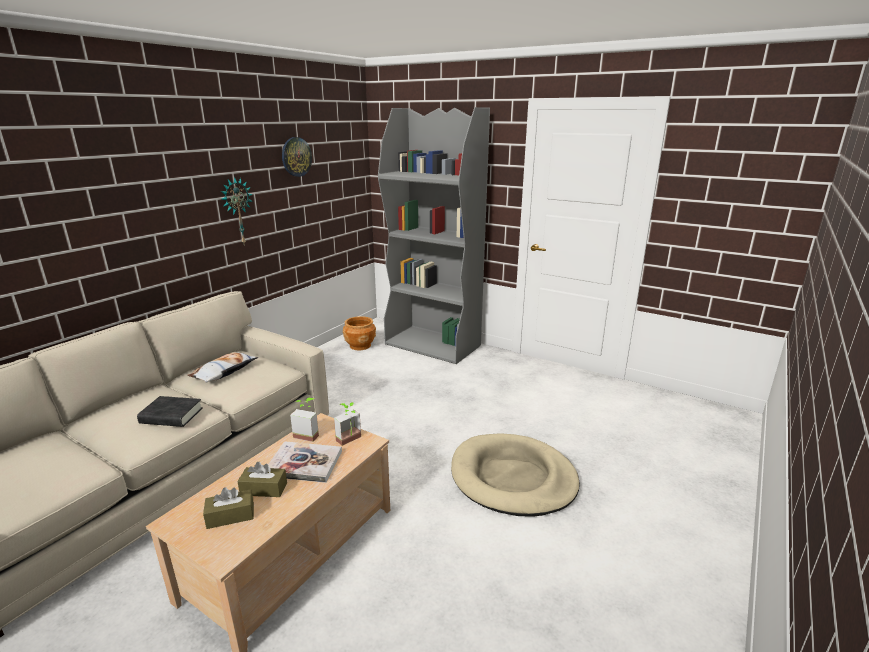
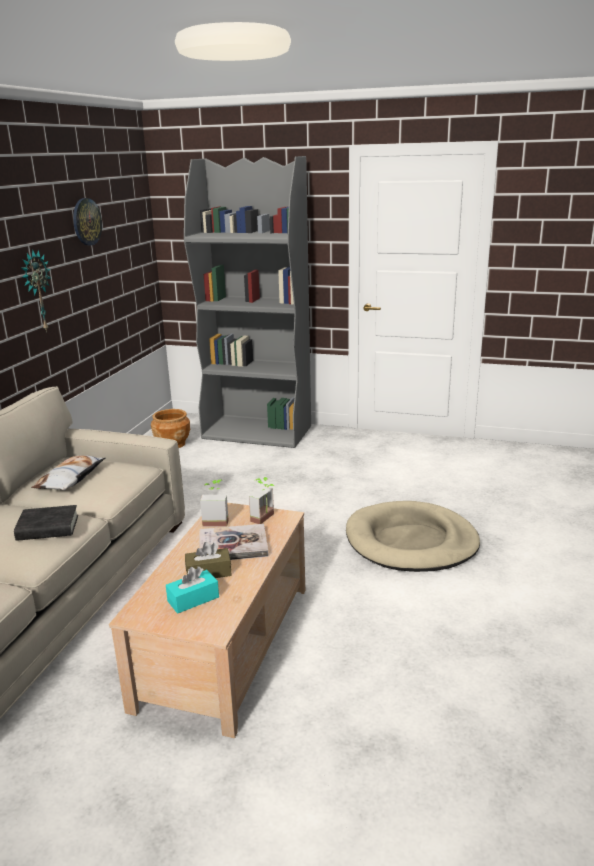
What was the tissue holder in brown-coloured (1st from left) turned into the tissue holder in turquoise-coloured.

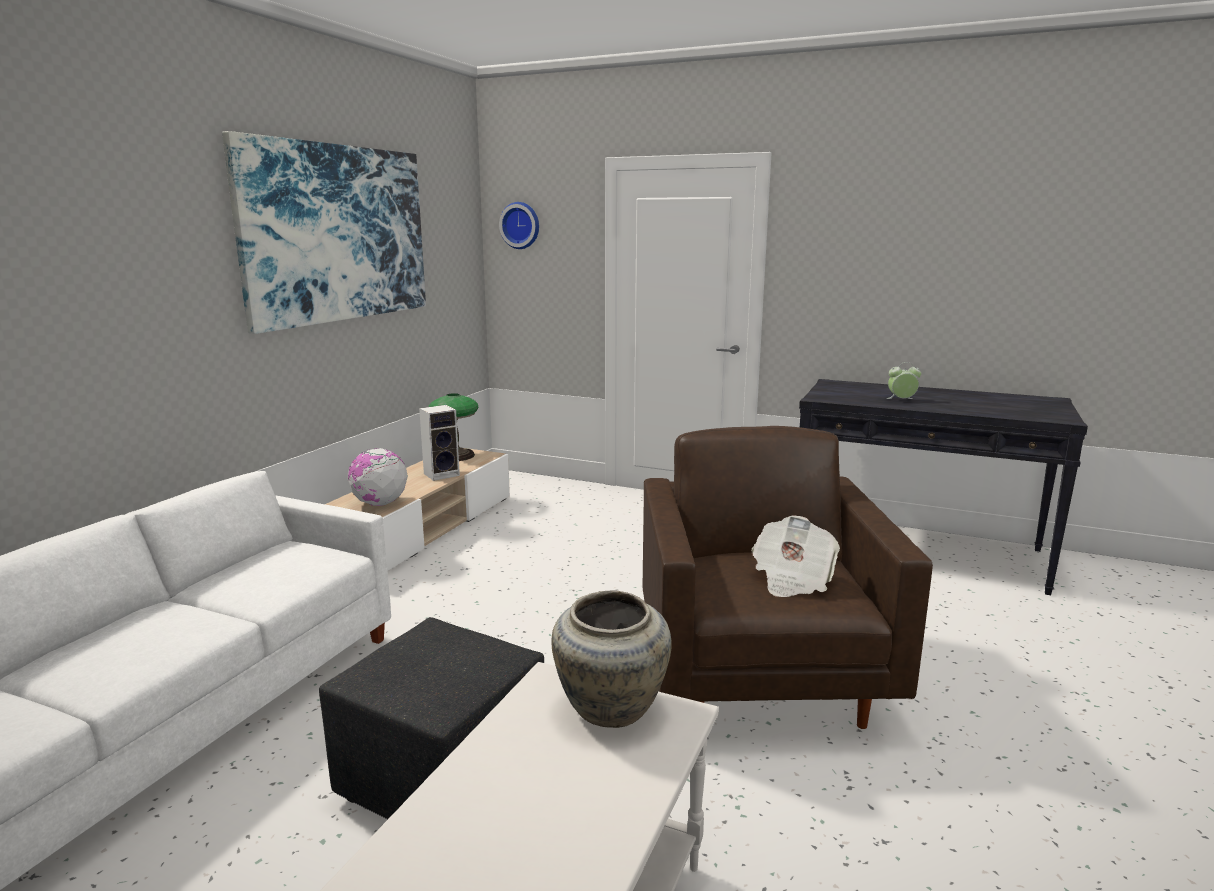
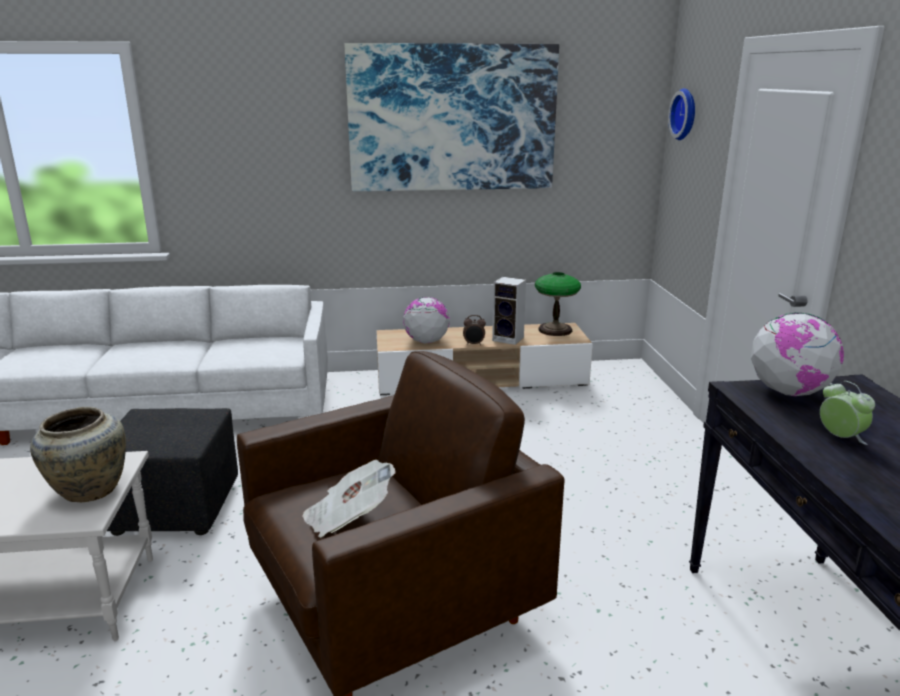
The second view gained the globe (2nd from left).
The second view gained the table clock (1st from left).

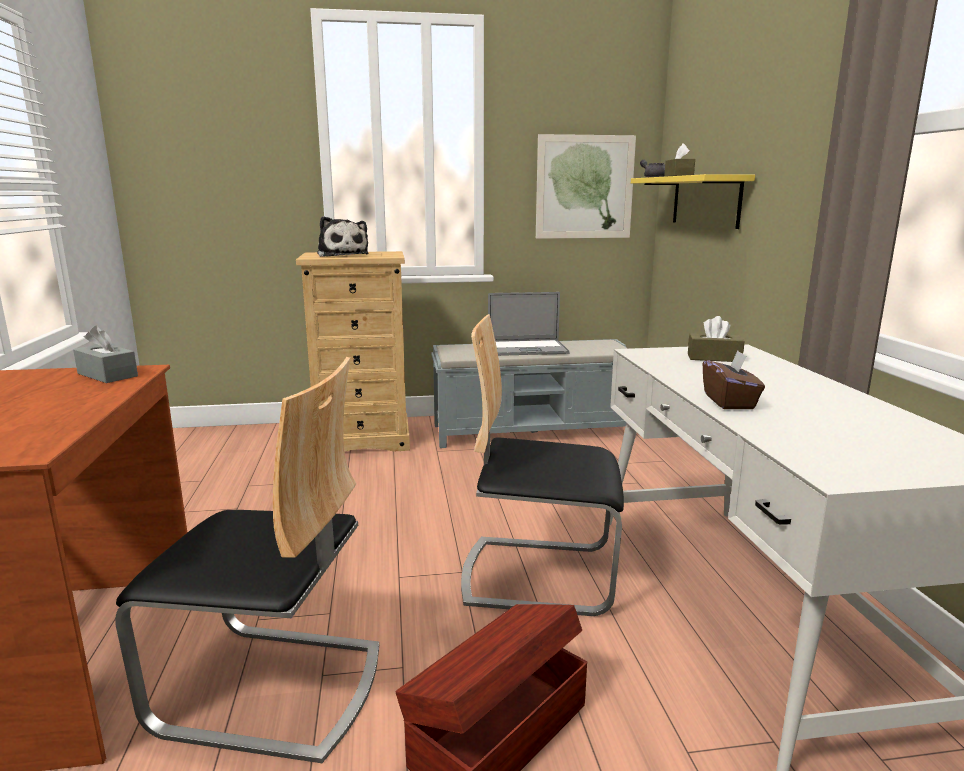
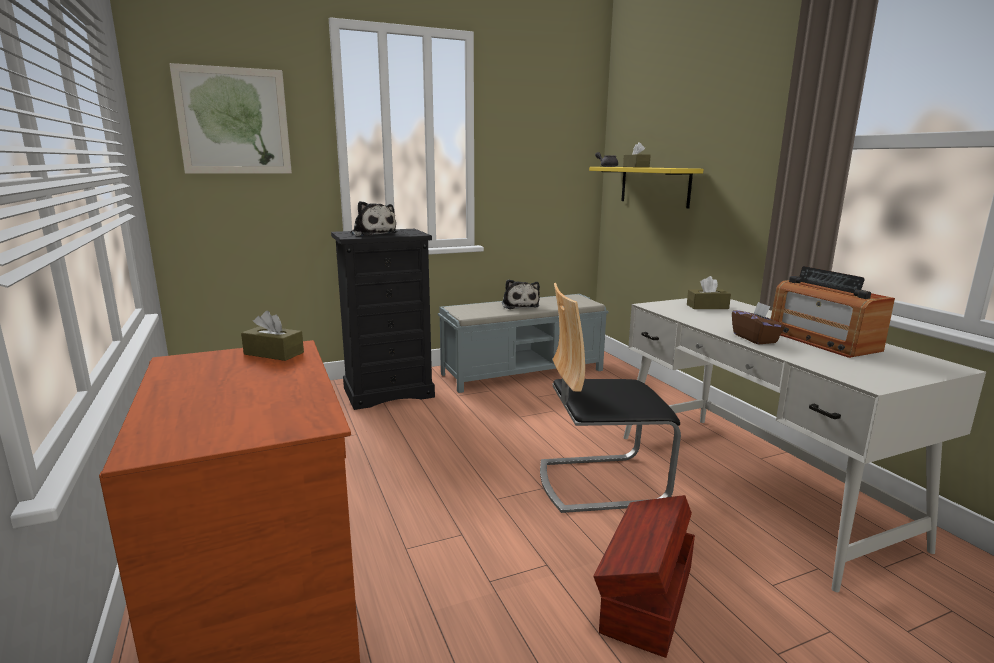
The wall art ended up elsewhere.
What was the chest of drawers in beige turned into the chest of drawers in black-coloured.
Where the laptop stood, the cuddly toy (2nd from left) came to stand.
What was the tissue holder in gray turned into the tissue holder in brown-coloured (1st from left).
The second view lost the plain chair (1st from left).
The second view gained the radio receiver.

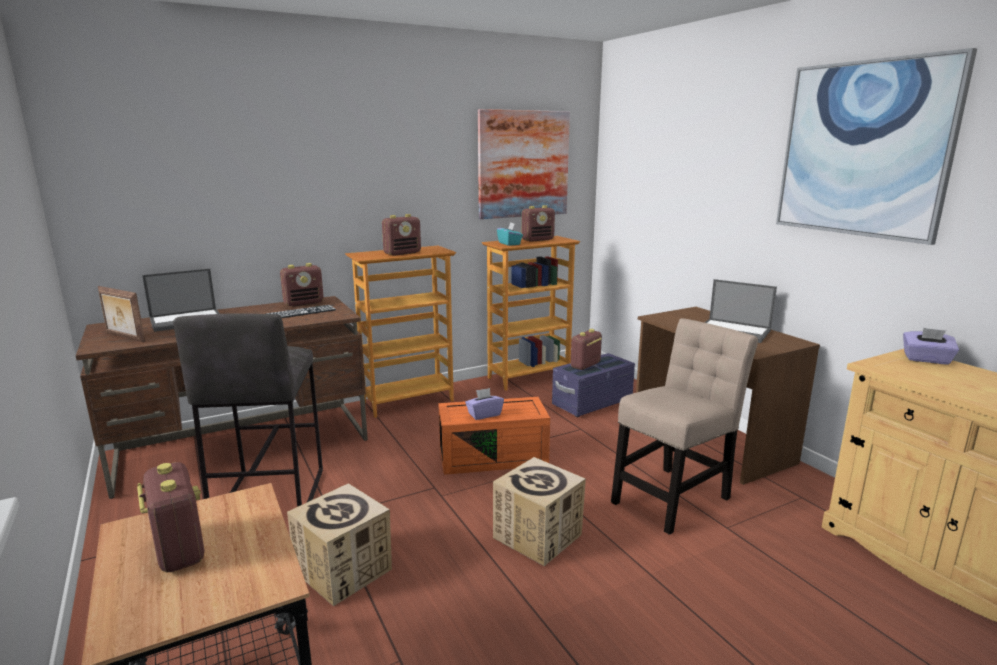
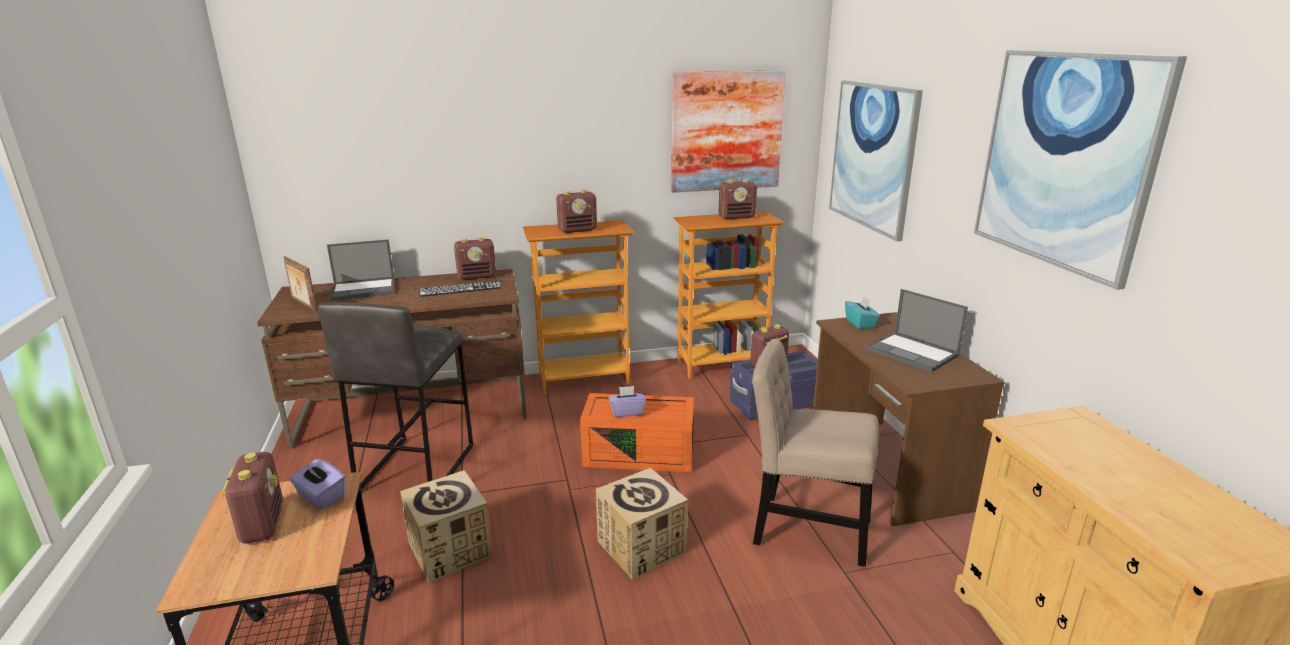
The tissue holder in turquoise-coloured ended up elsewhere.
The plain chair in beige ended up facing another way, 135 degrees counterclockwise from before.
The tissue holder in purple (2nd from left in the first image) ended up elsewhere.
The second view gained the wall art (2nd from left).

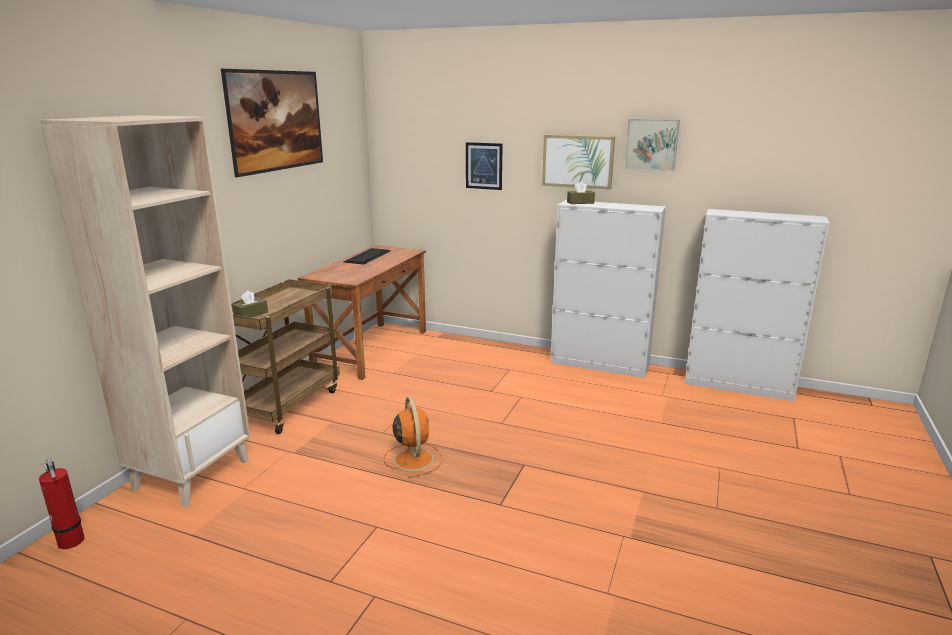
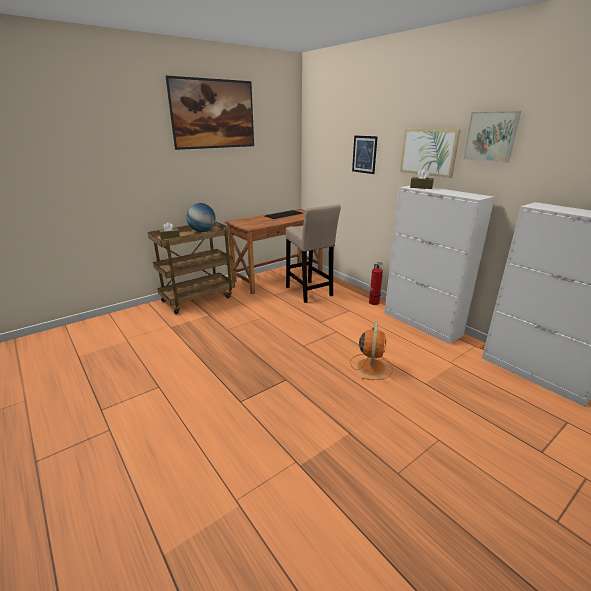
The second view lost the shelving unit in beige.
The cooling fan in orangey ended up elsewhere.
The extinguisher ended up elsewhere.
The second view gained the globe.
The second view gained the sitting stool in beige.

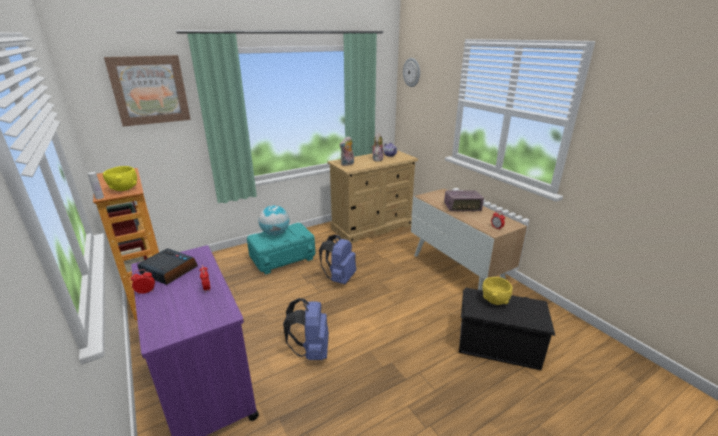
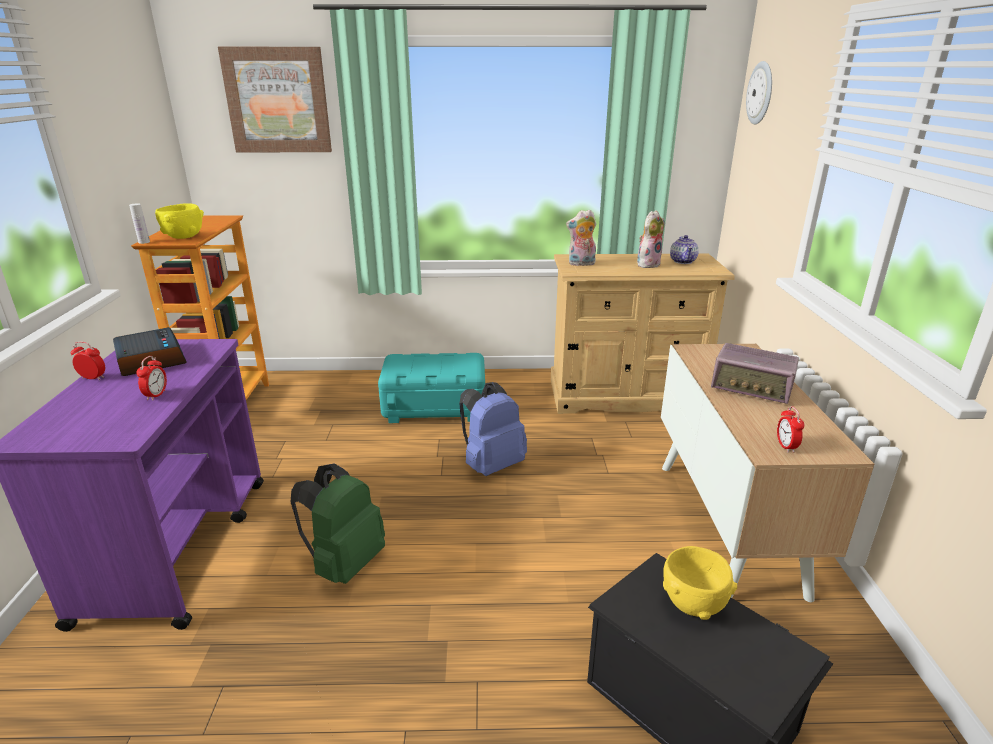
The second view lost the globe.
What was the backpack in blue (1st from left) turned into the backpack in green.

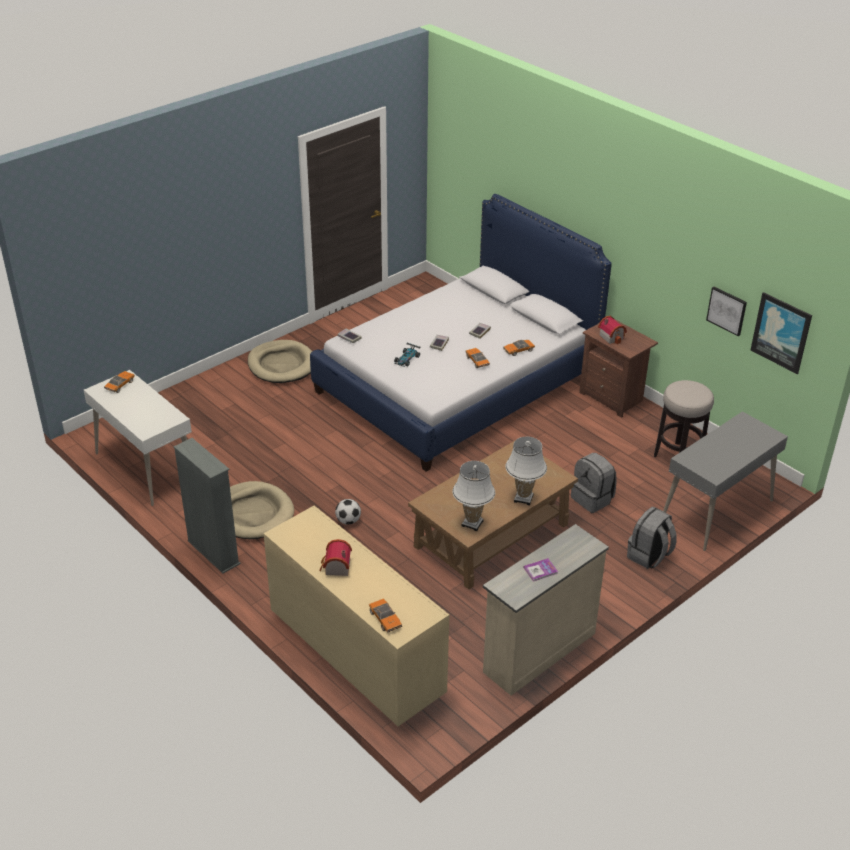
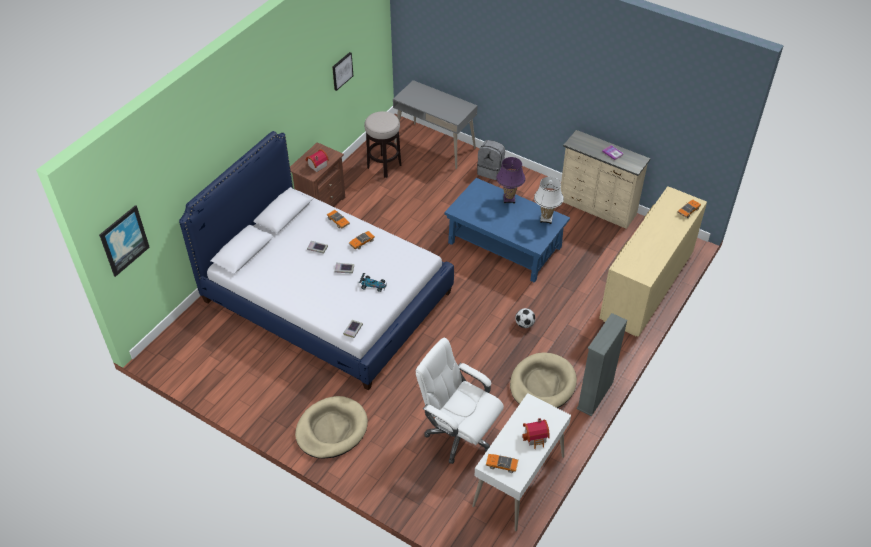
The wall art (2nd from left in the first image) ended up elsewhere.
What was the tabletop lamp in white-coloured (2nd from left) turned into the tabletop lamp in purple.
What was the low table in brown-coloured turned into the low table in blue.
The second view lost the backpack in gray (1st from left).
The miniature house (1st from left in the first image) ended up elsewhere.
The second view gained the desk chair in white-coloured.

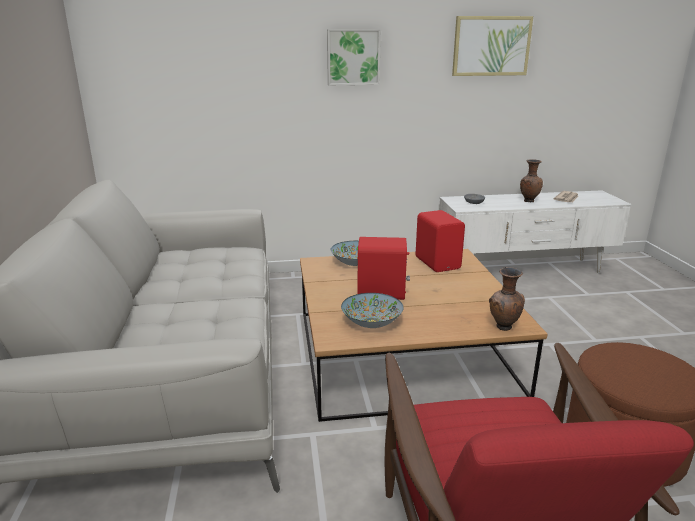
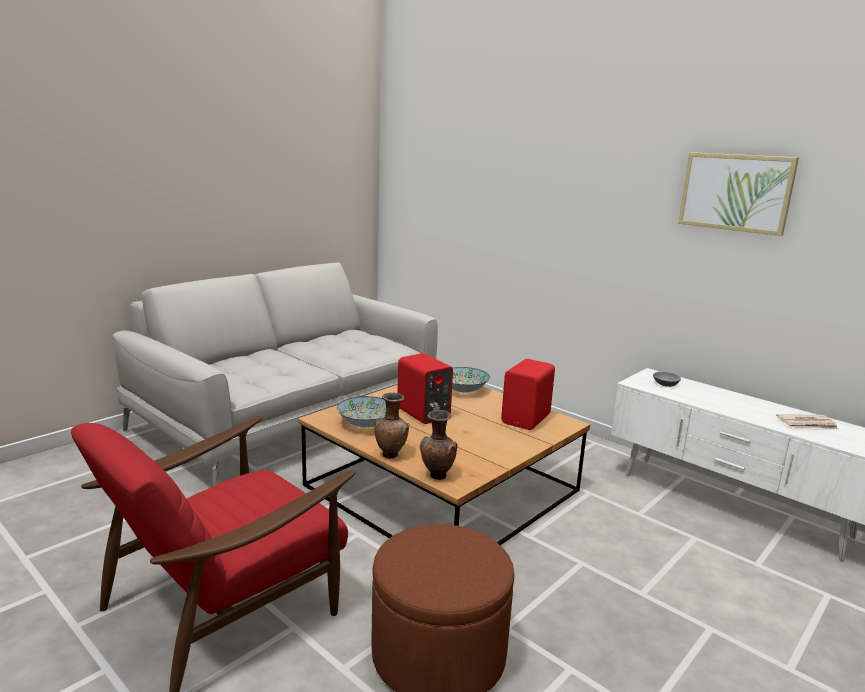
The second view lost the wall art (1st from left).
The flower vase in brown-coloured (2nd from left in the first image) ended up elsewhere.

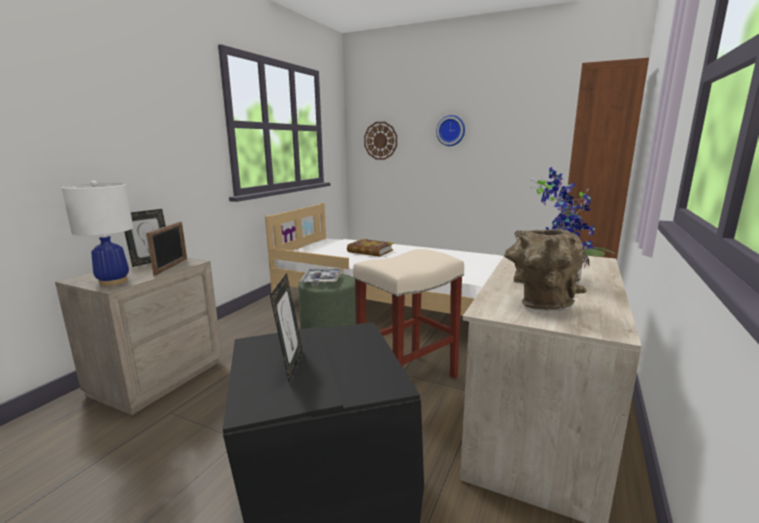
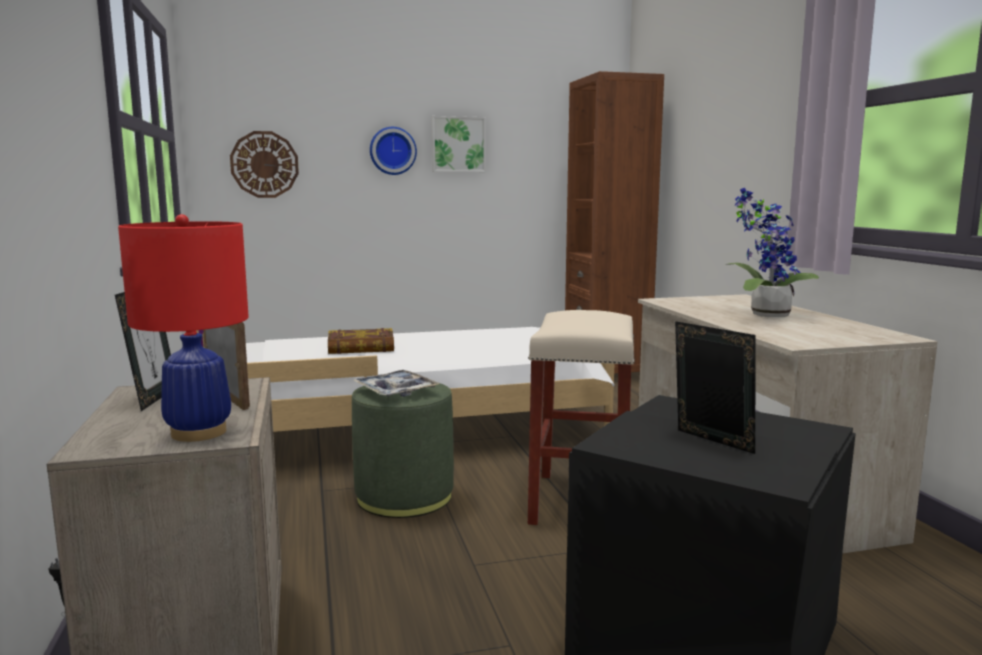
What was the tabletop lamp in white-coloured turned into the tabletop lamp in red.
The second view lost the flower vase in brown-coloured.
The second view gained the wall art.

